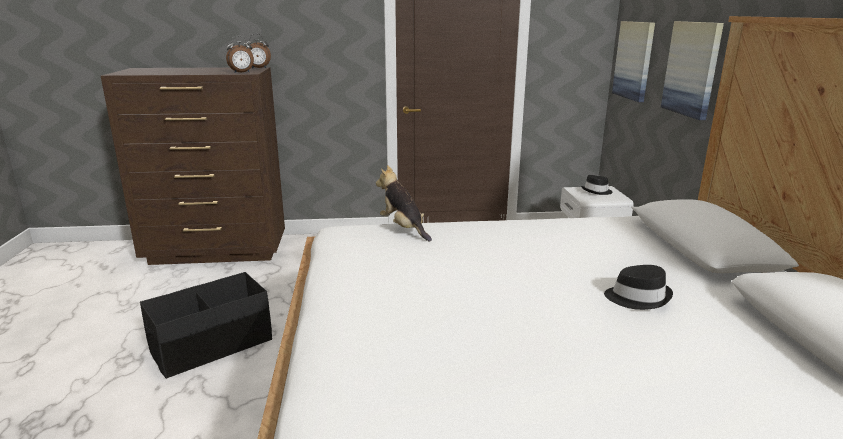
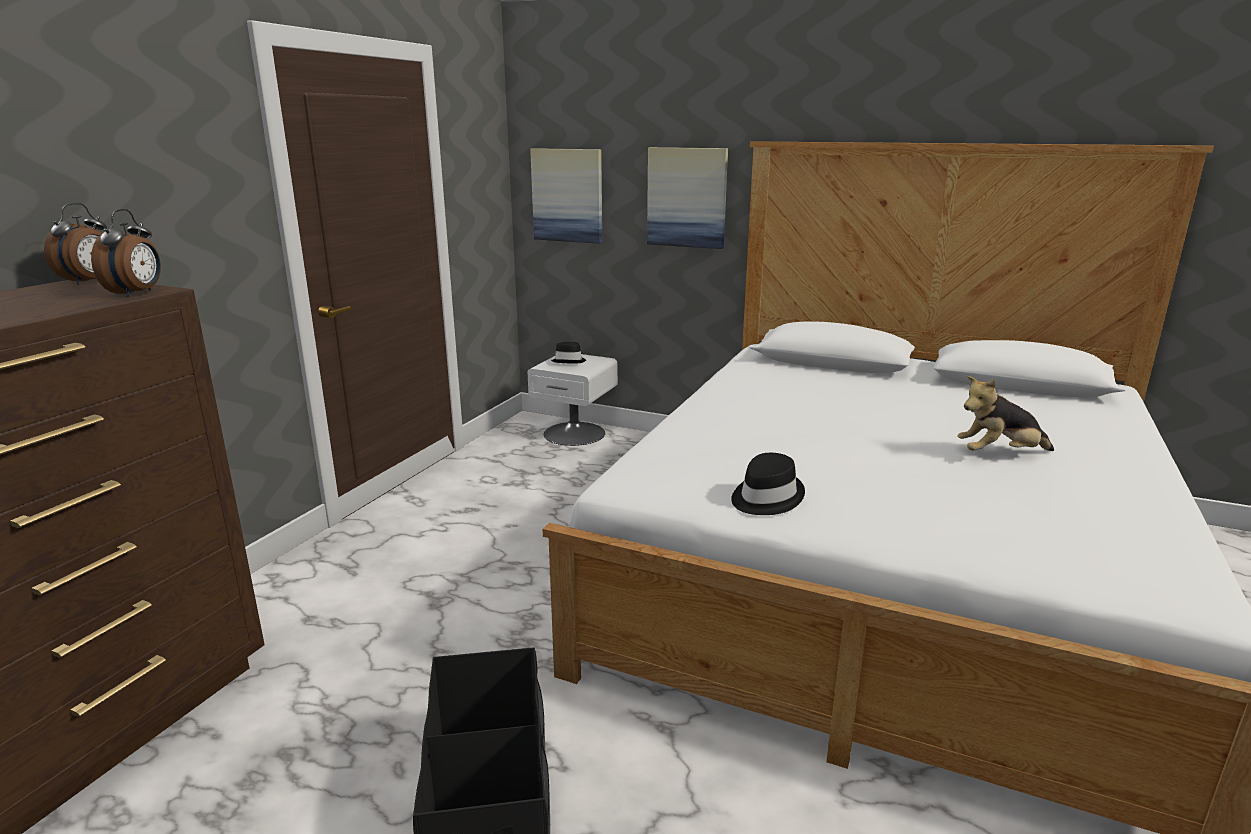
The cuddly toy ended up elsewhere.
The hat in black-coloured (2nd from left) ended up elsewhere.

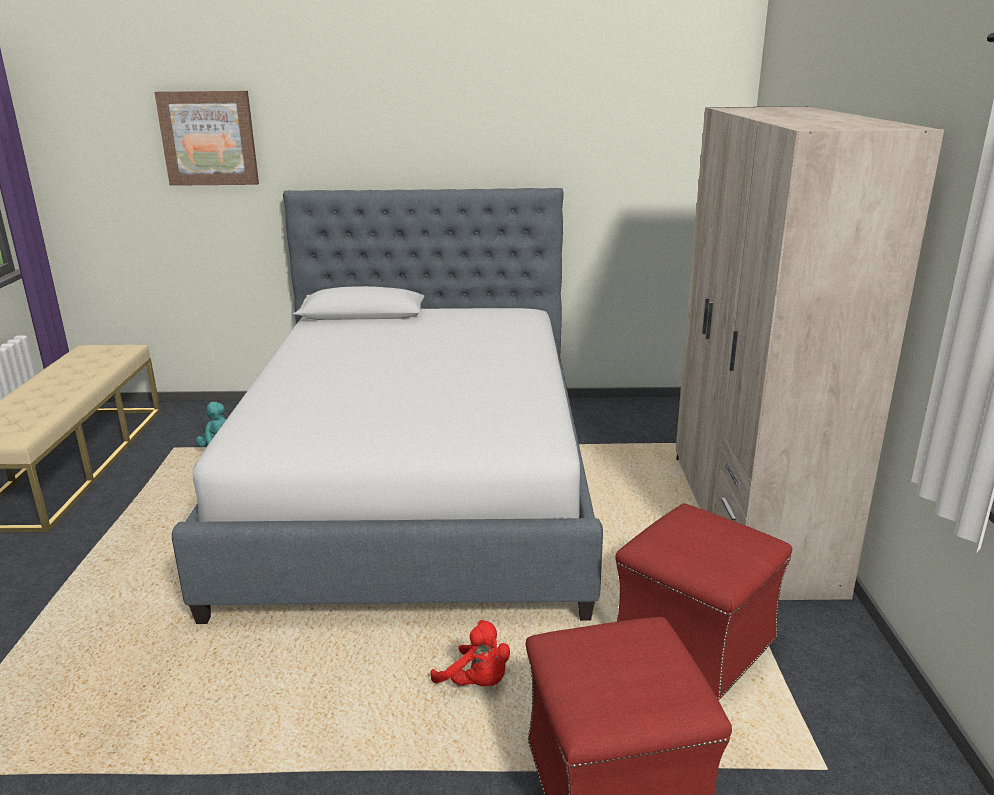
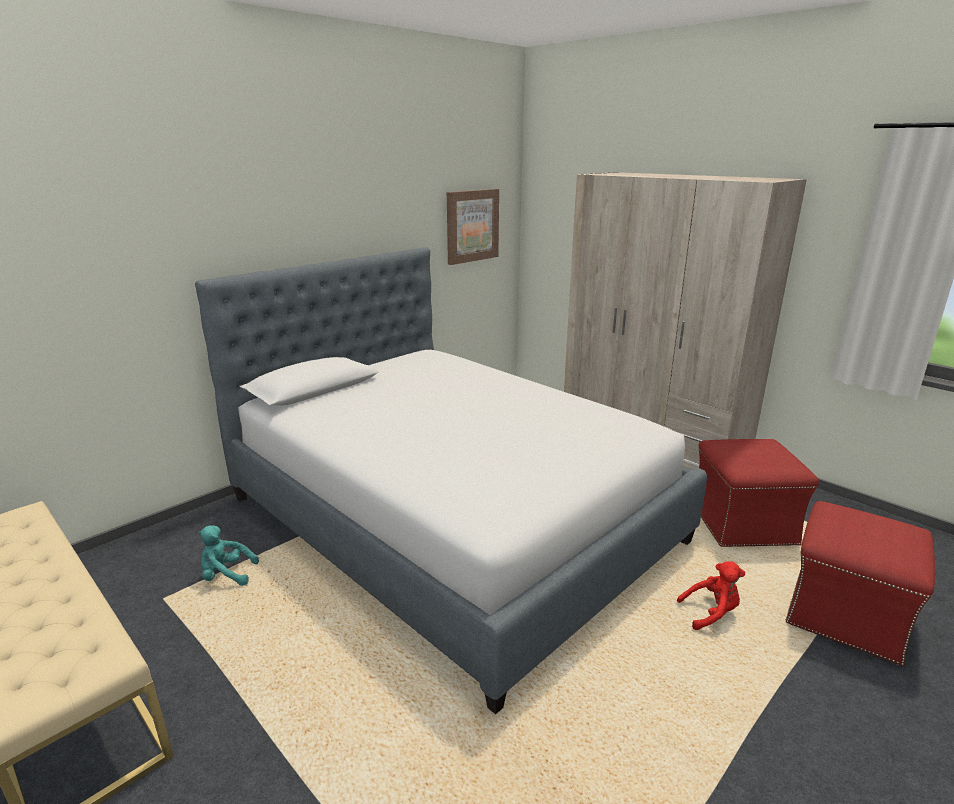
The wall art ended up elsewhere.

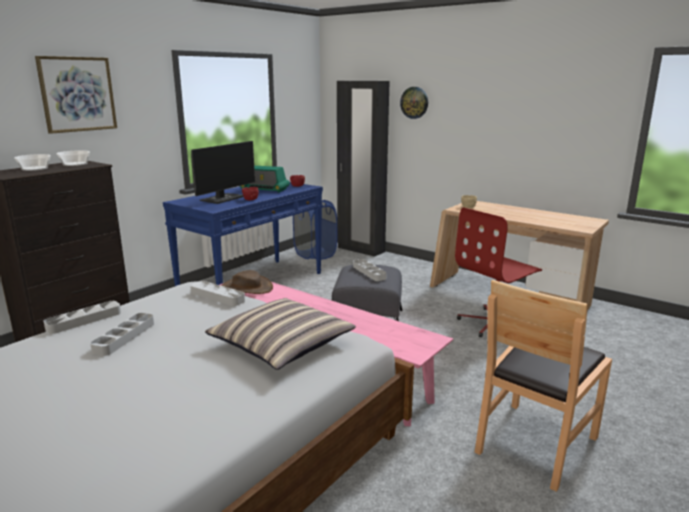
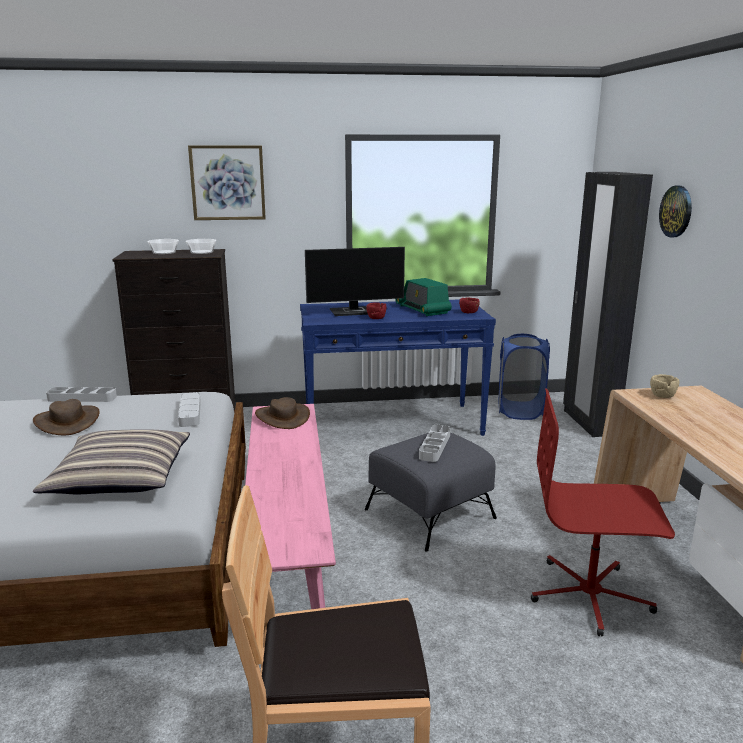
Where the tray in gray (2nd from left) stood, the hat in brown-coloured (1st from left) came to stand.

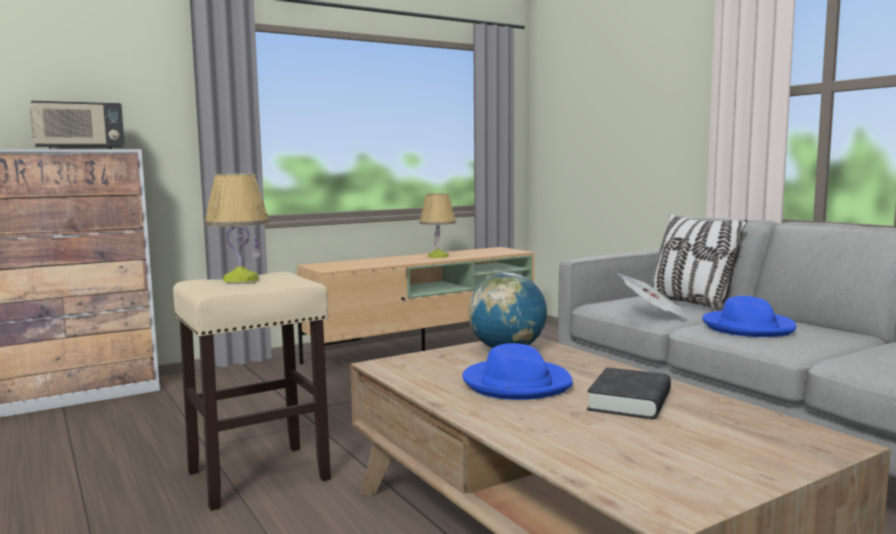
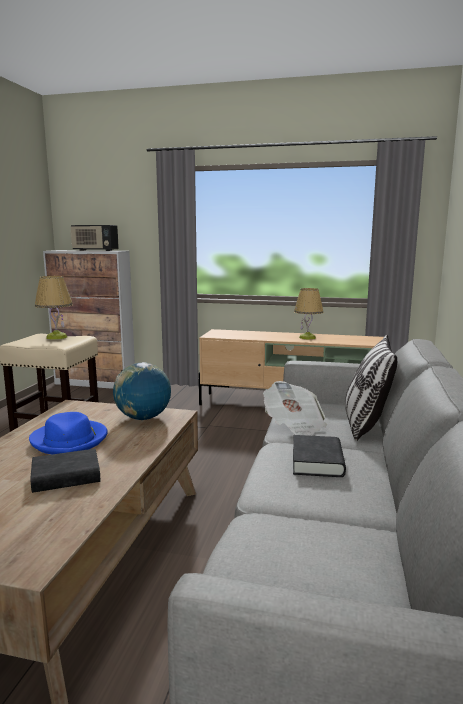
Where the hat in blue (2nd from left) stood, the book in black-coloured (2nd from left) came to stand.

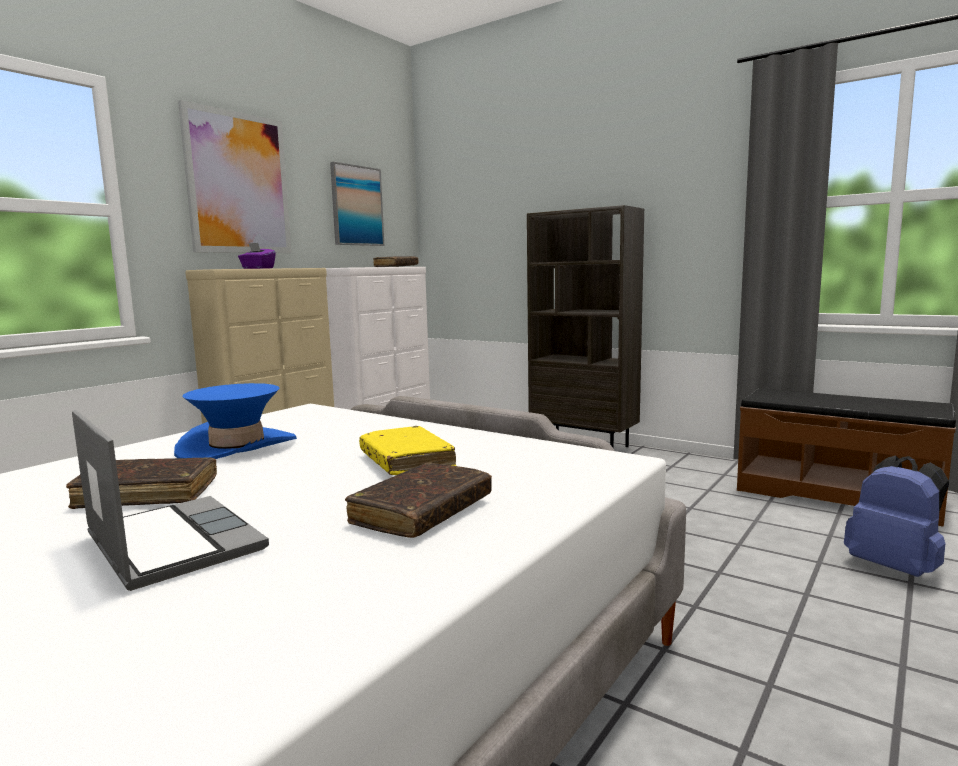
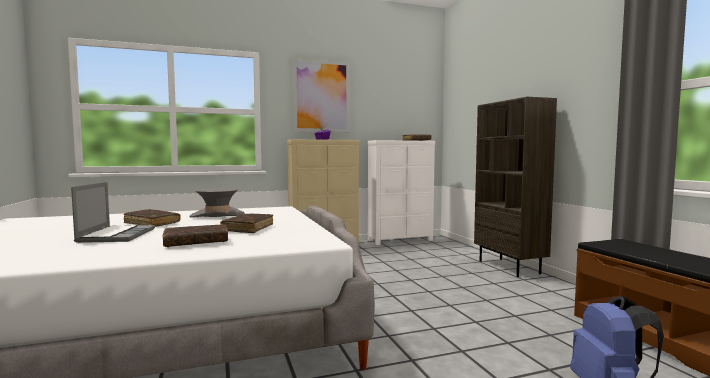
The second view lost the wall art (2nd from left).
What was the hat in blue turned into the hat in gray.
What was the book in yellow turned into the book in brown-coloured (3rd from left).

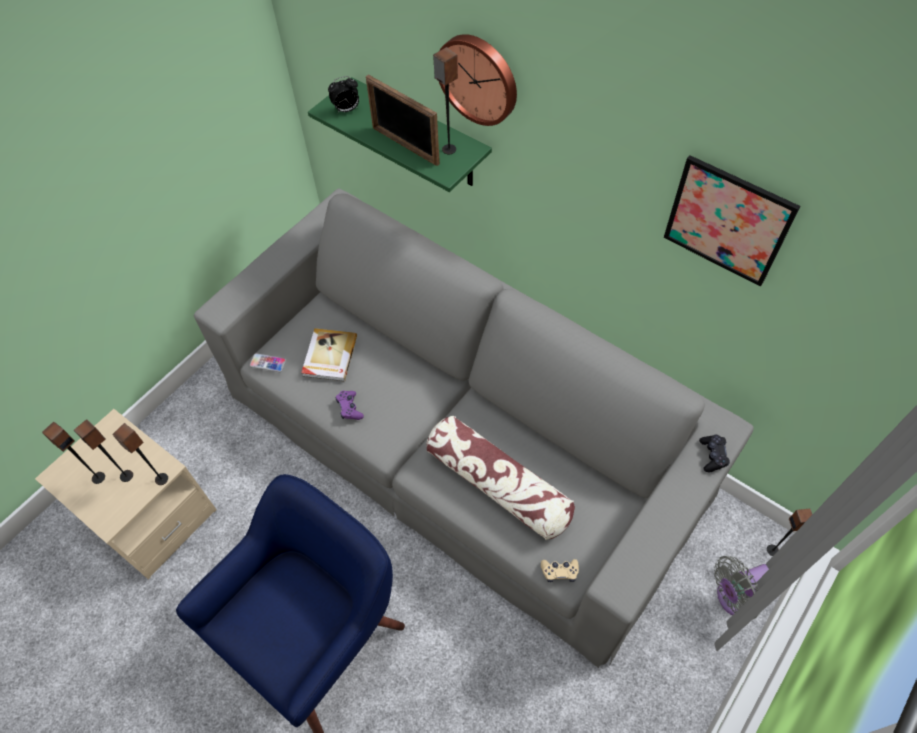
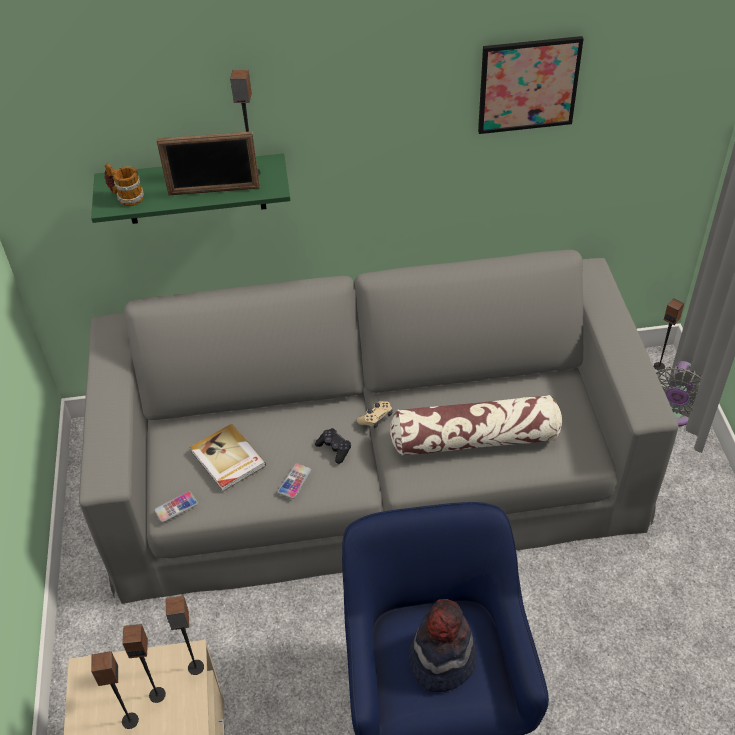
The second view lost the clock on the wall.
Where the table clock stood, the coffee mug came to stand.
Where the game controller in purple stood, the telephone (2nd from left) came to stand.
The game controller in black-coloured ended up elsewhere.
The game controller in beige ended up elsewhere.
The second view gained the hat.

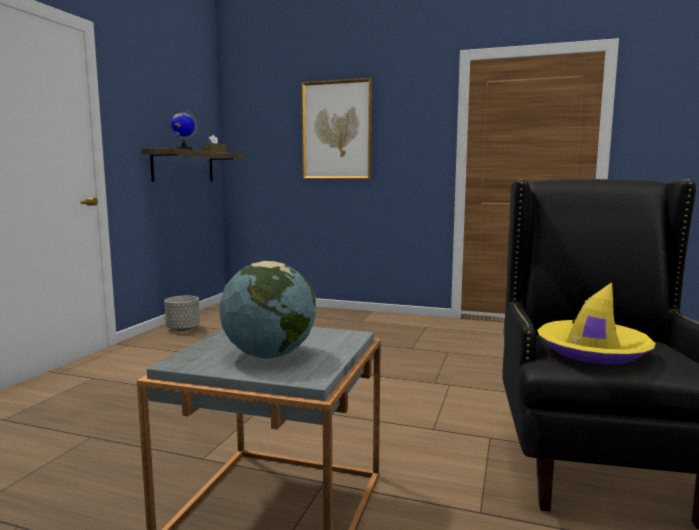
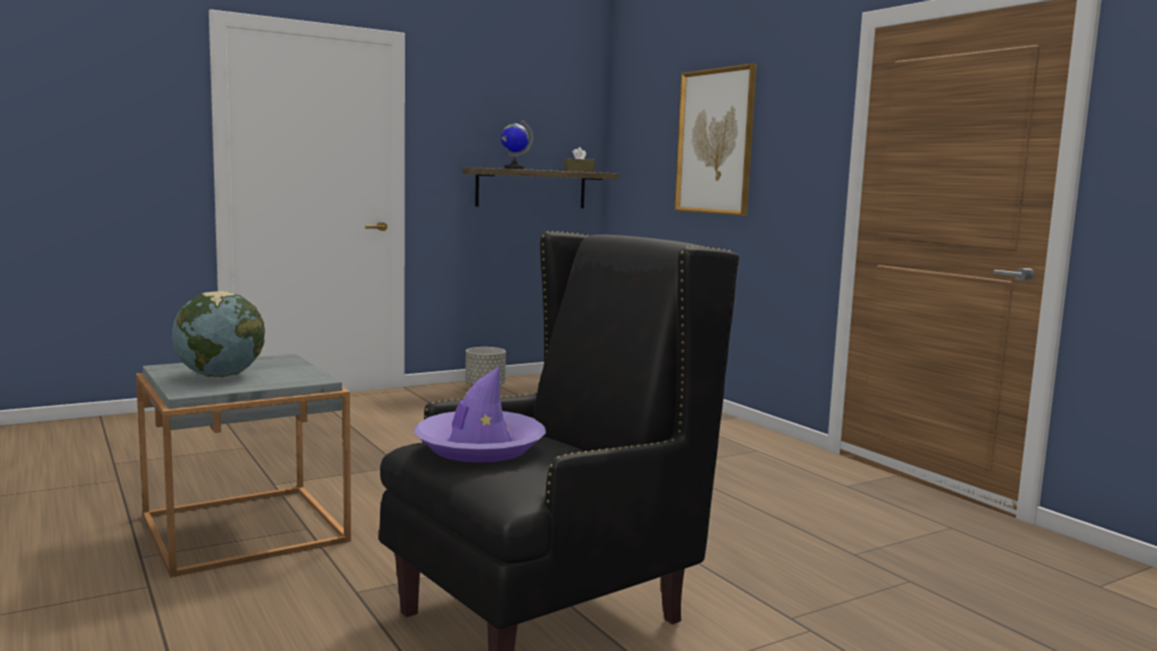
What was the hat in yellow turned into the hat in purple.

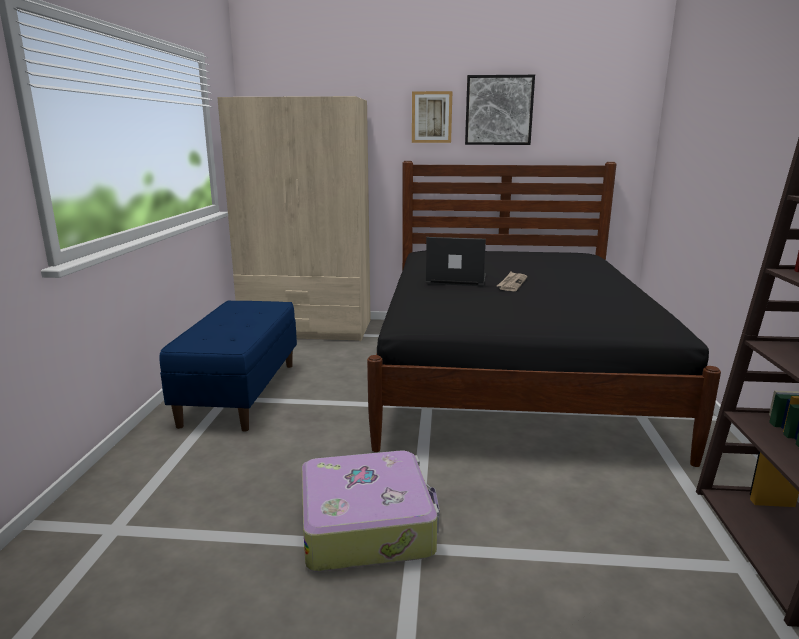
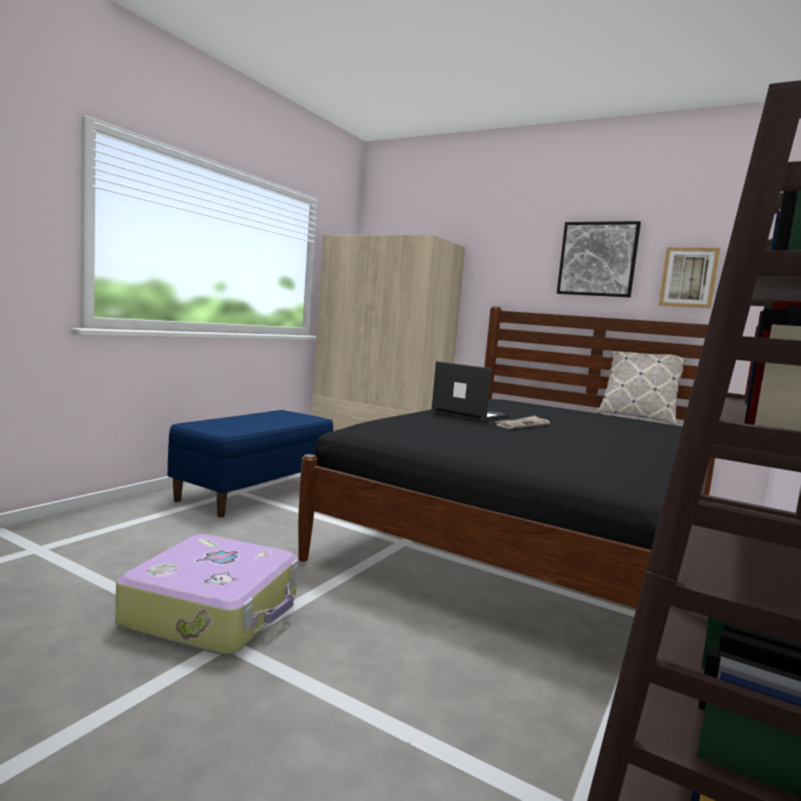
The wall art (1st from left in the first image) ended up elsewhere.
The second view gained the pillow.

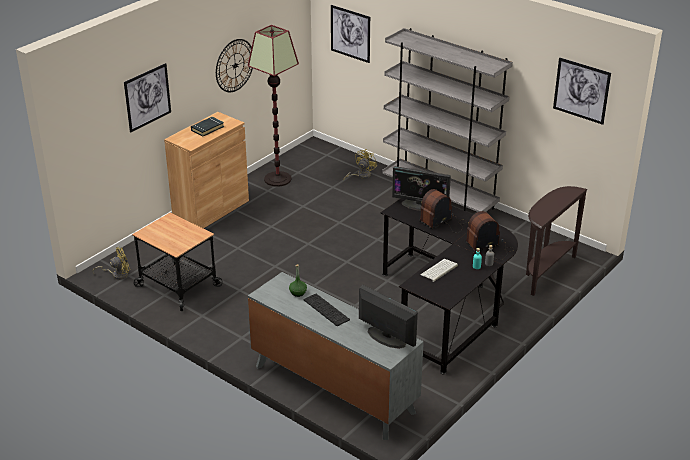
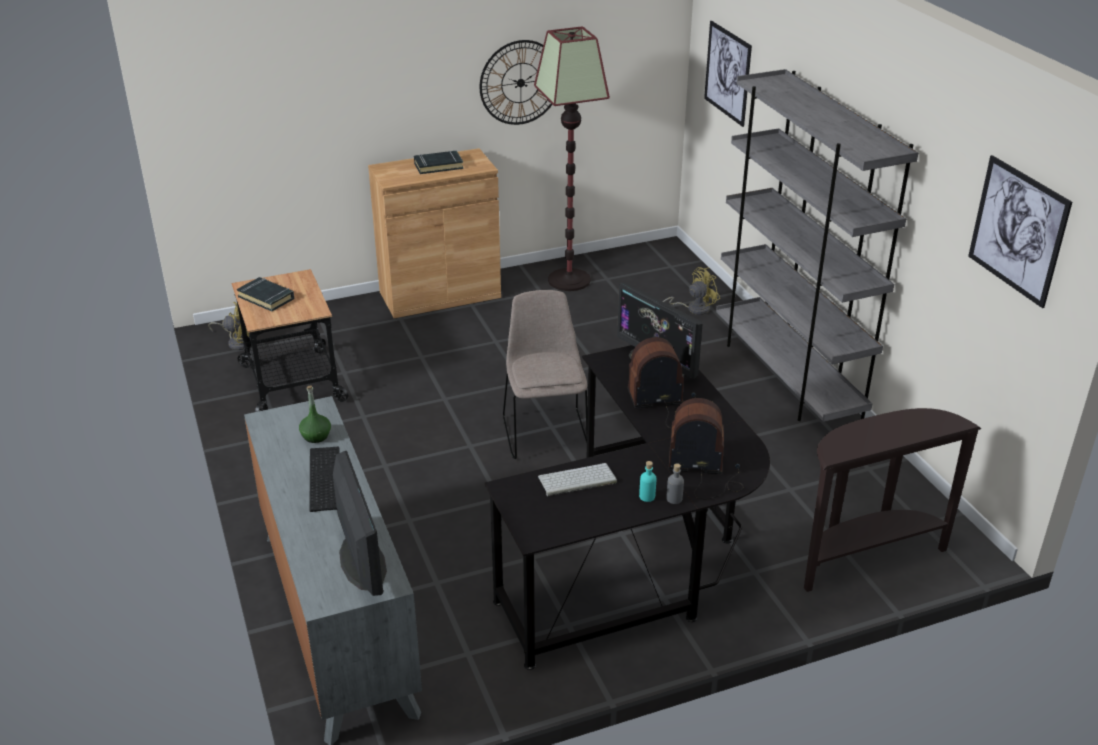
The second view lost the wall art (1st from left).
The second view gained the book in black-coloured (1st from left).
The second view gained the plain chair in beige.

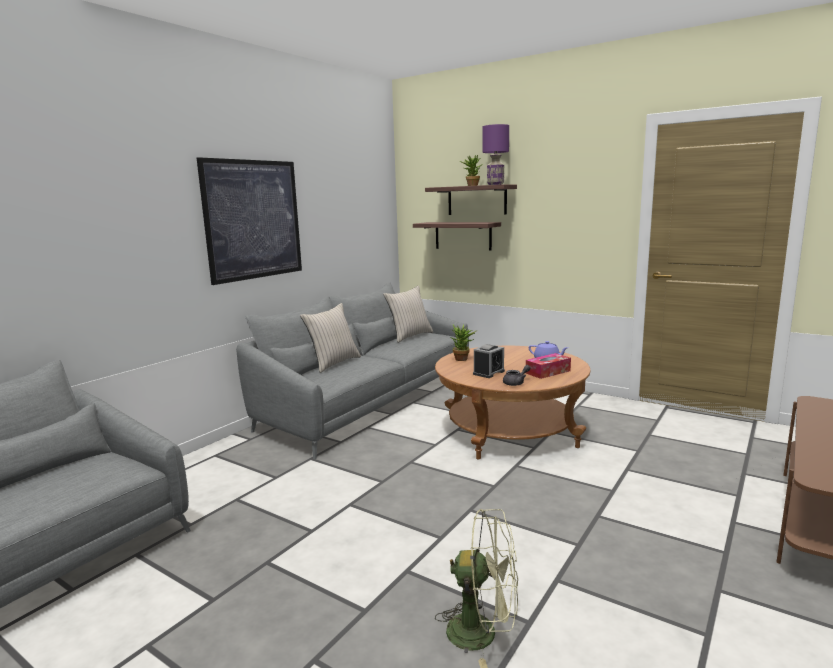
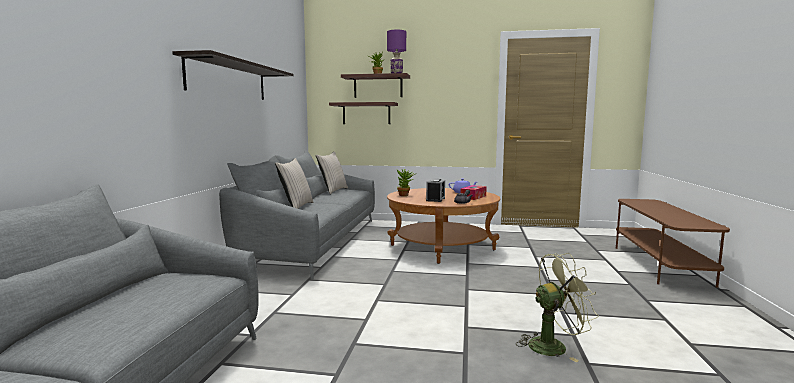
Where the wall art hung, the shelf (1st from left) came to hang.

